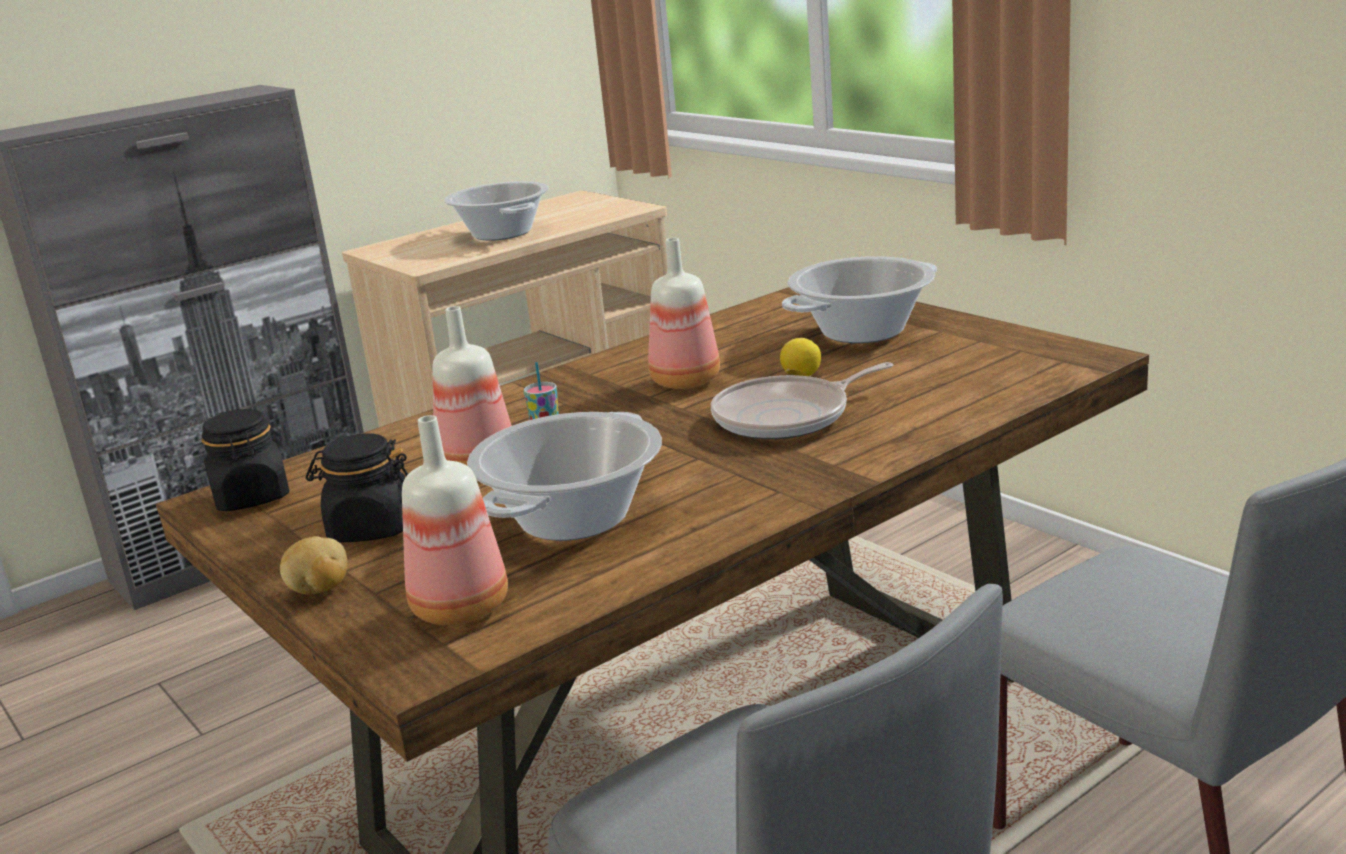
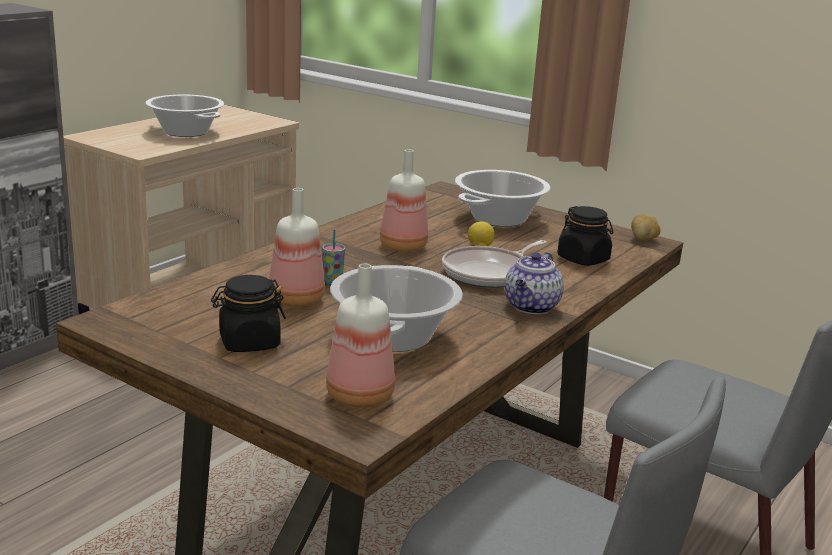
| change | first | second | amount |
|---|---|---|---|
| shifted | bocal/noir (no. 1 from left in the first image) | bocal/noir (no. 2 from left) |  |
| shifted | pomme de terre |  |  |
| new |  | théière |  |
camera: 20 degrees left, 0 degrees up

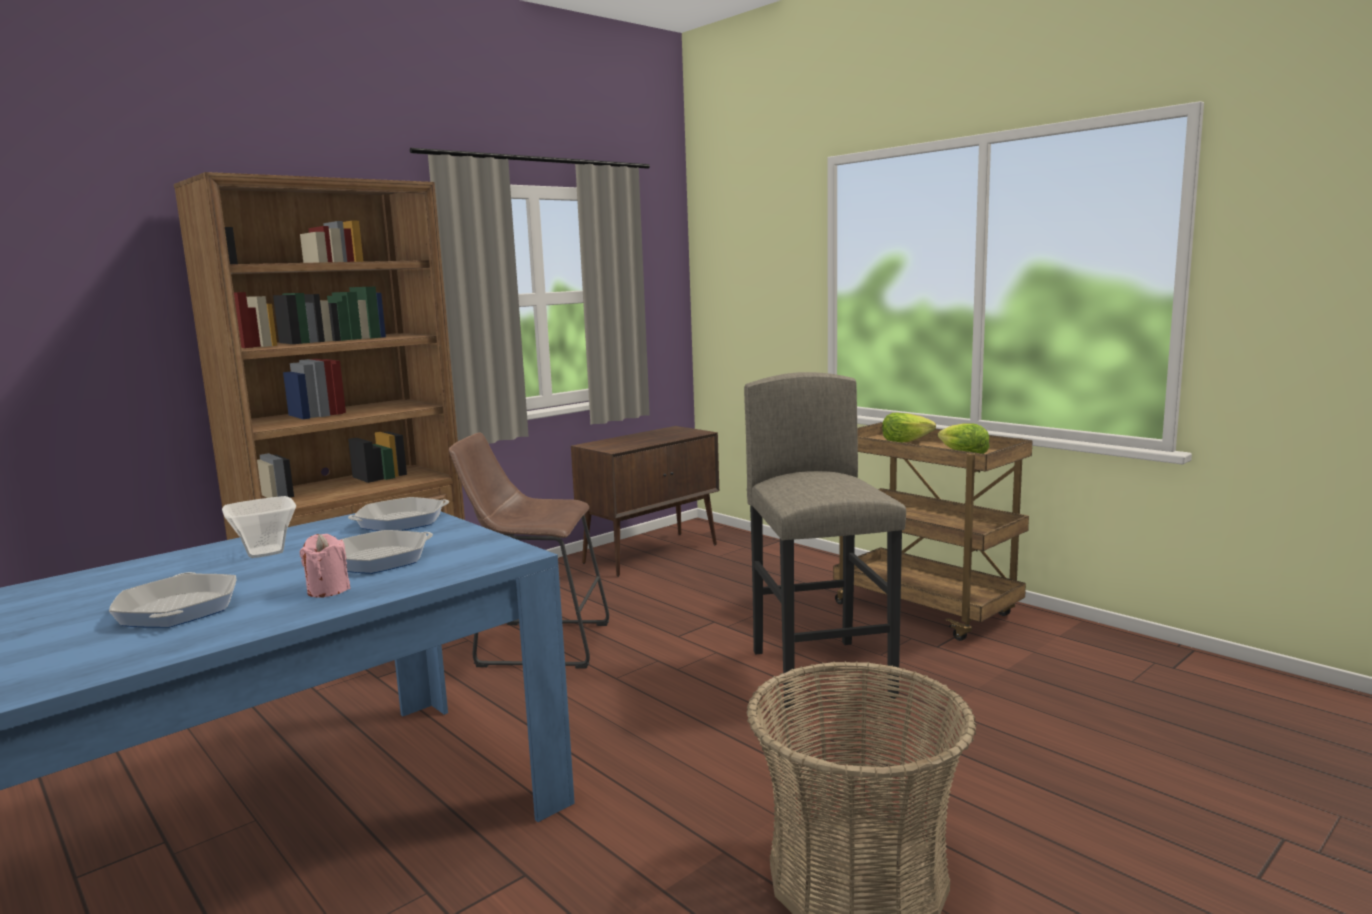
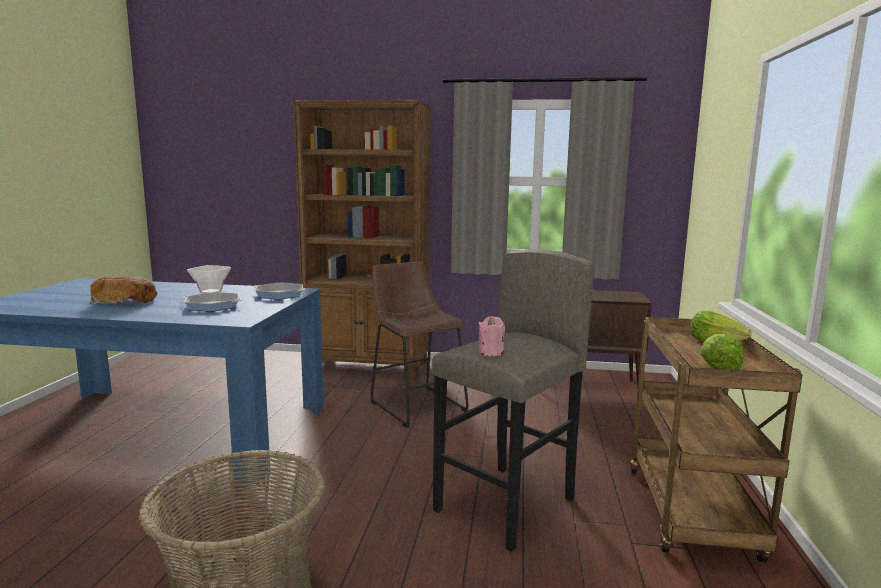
| change | first | second | amount |
|---|---|---|---|
| shifted | bougie/rose |  |  |
| swapped | poêle (no. 1 from left) | pain |  |
camera: 50 degrees right, 0 degrees up

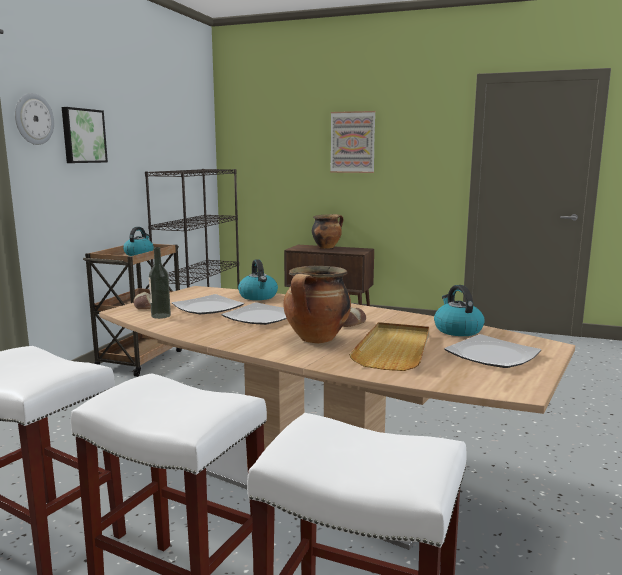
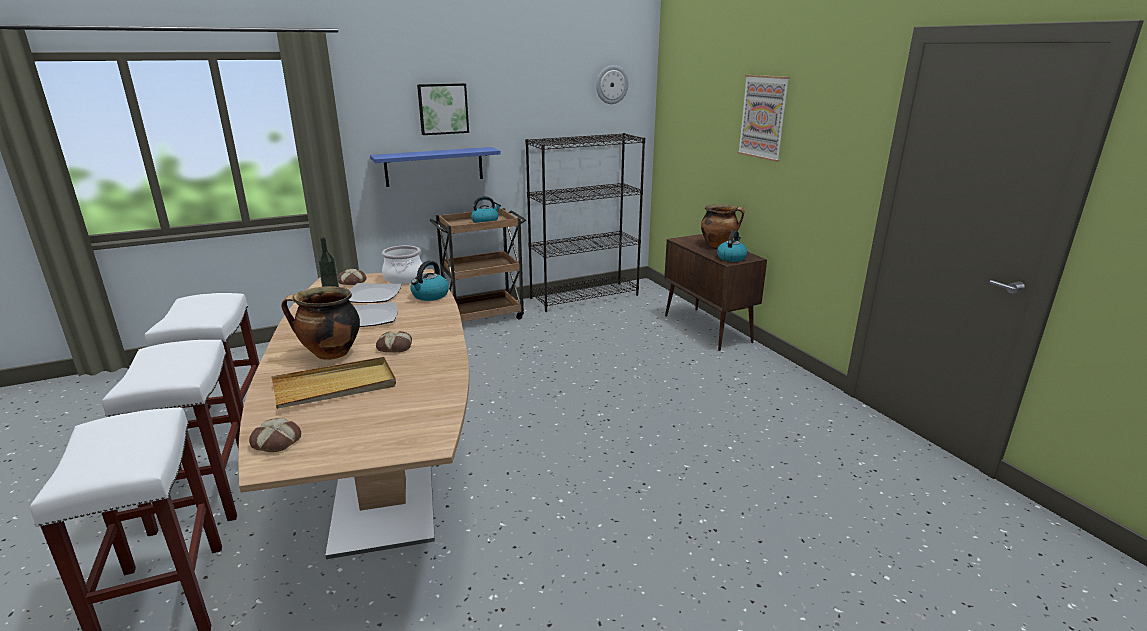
| change | first | second | amount |
|---|---|---|---|
| shifted | horloge murale |  |  |
| shifted | bouilloire (no. 3 from left) |  |  |
| gone | assiette (no. 3 from left) |  |  |
| new |  | étagère/bleu |  |
| new |  | marmite (no. 2 from left) |  |
| new |  | pain (no. 1 from left) |  |
camera: 45 degrees right, 10 degrees up

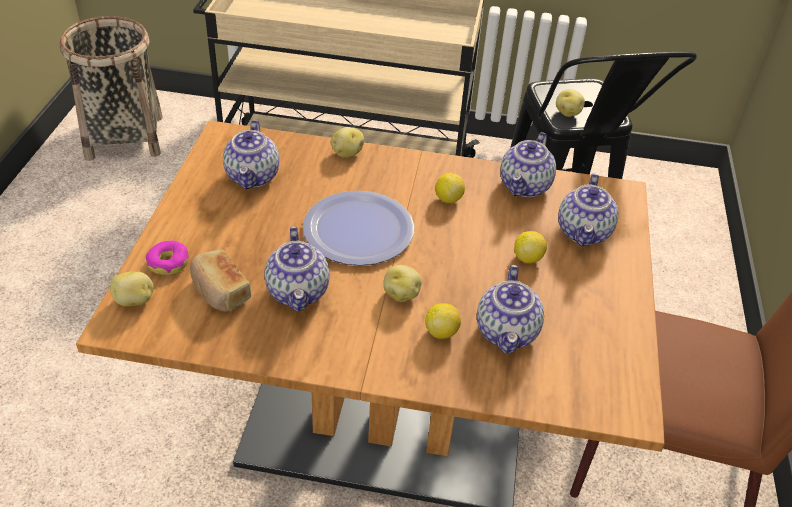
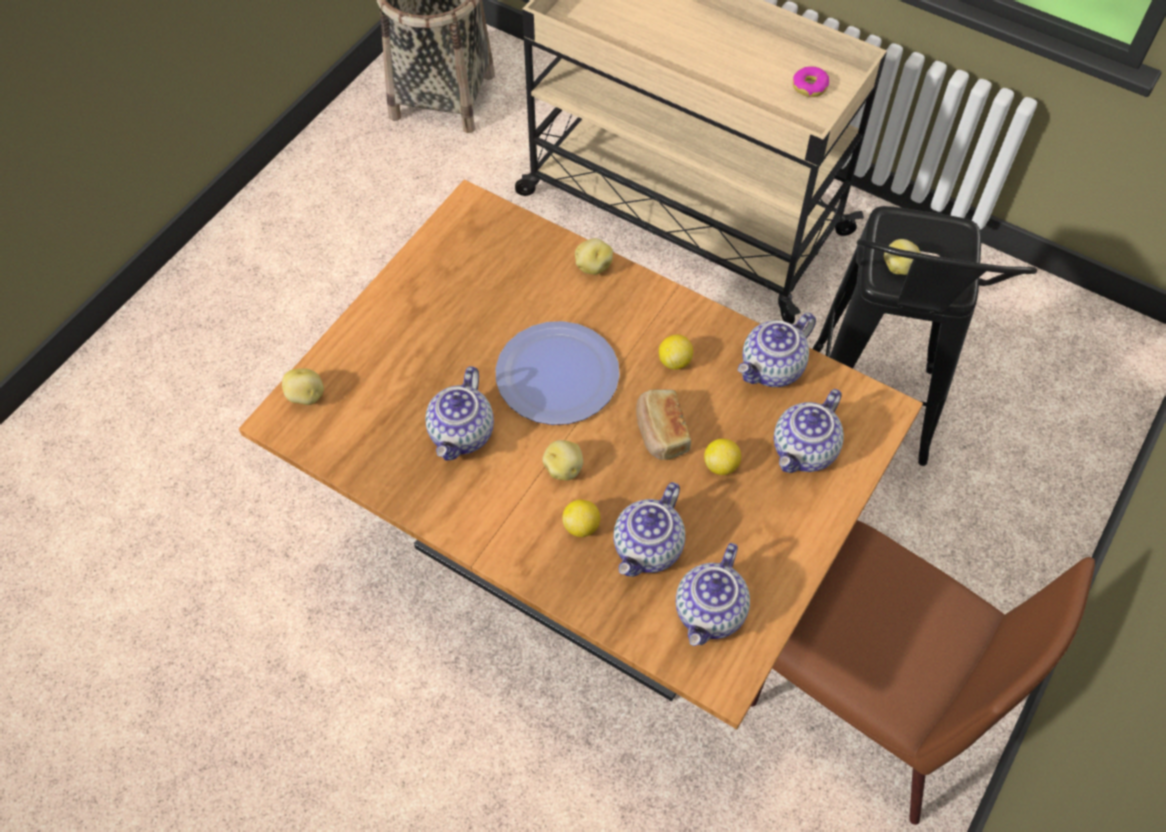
| change | first | second | amount |
|---|---|---|---|
| shifted | théière (no. 1 from left in the first image) | théière (no. 3 from left) |  |
| shifted | beignet |  |  |
| shifted | pain |  |  |
camera: 25 degrees right, 15 degrees up

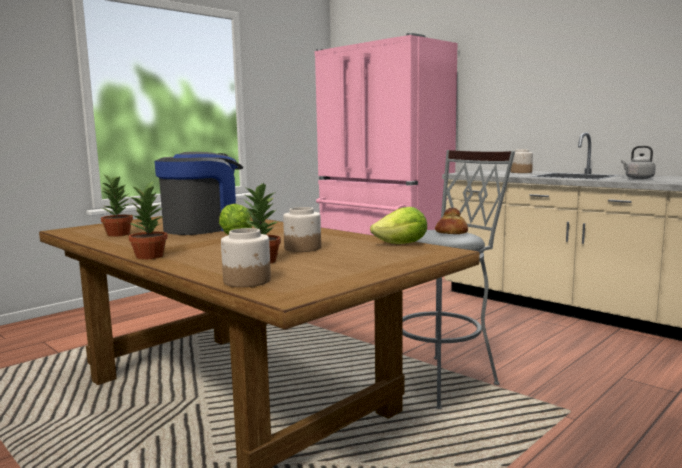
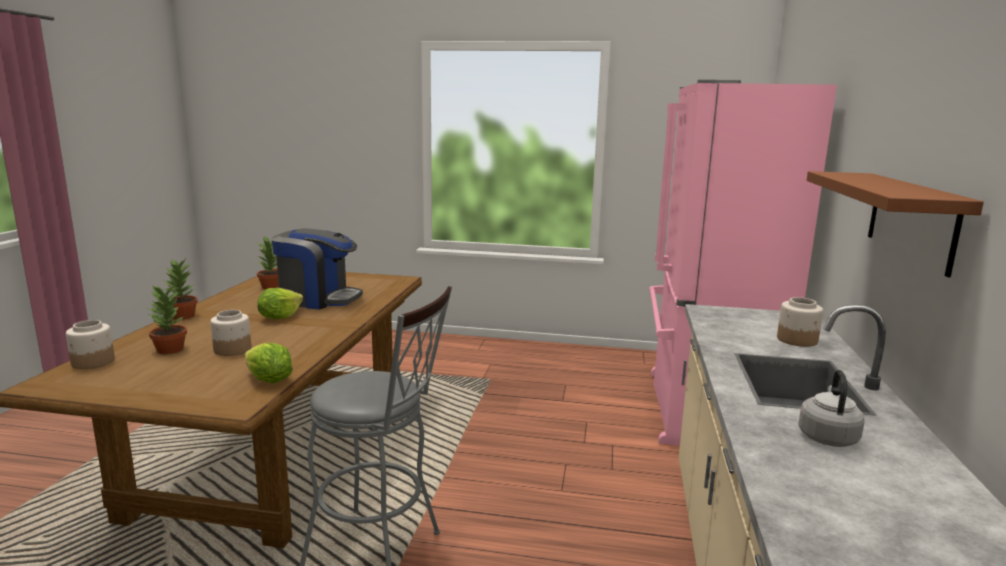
| change | first | second | amount |
|---|---|---|---|
| gone | pain |  |  |
| new |  | étagère/marron |  |
camera: 55 degrees right, 5 degrees up

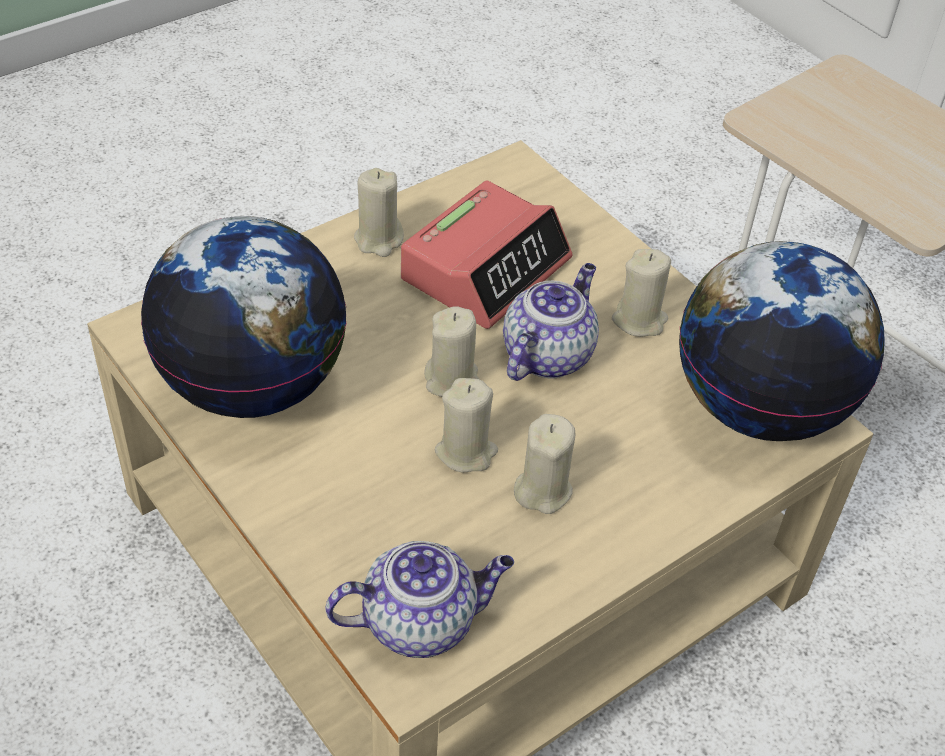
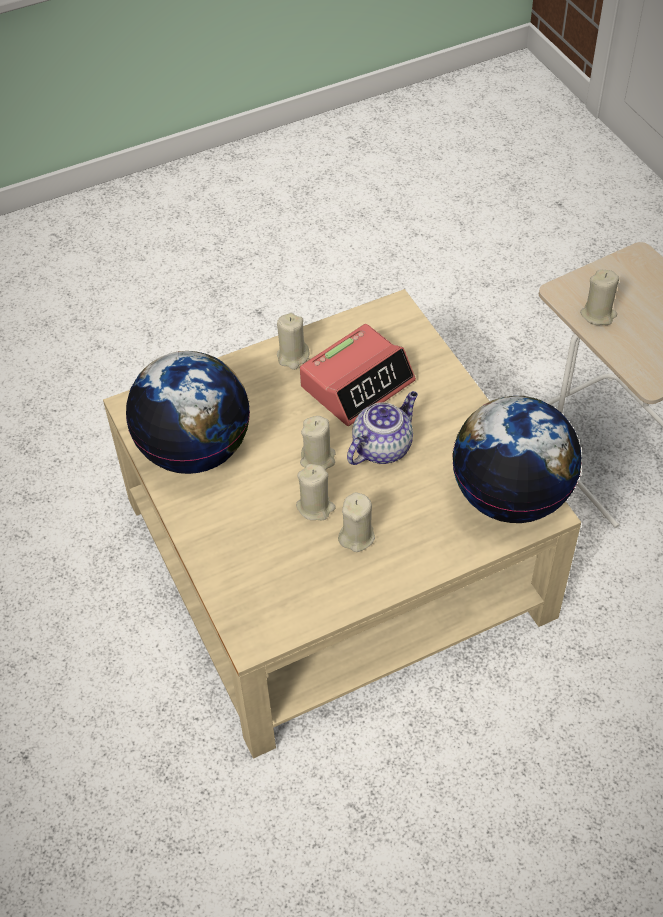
| change | first | second | amount |
|---|---|---|---|
| shifted | bougie/beige (no. 5 from left) |  |  |
| gone | théière (no. 1 from left) |  |  |
camera: 15 degrees right, 5 degrees up

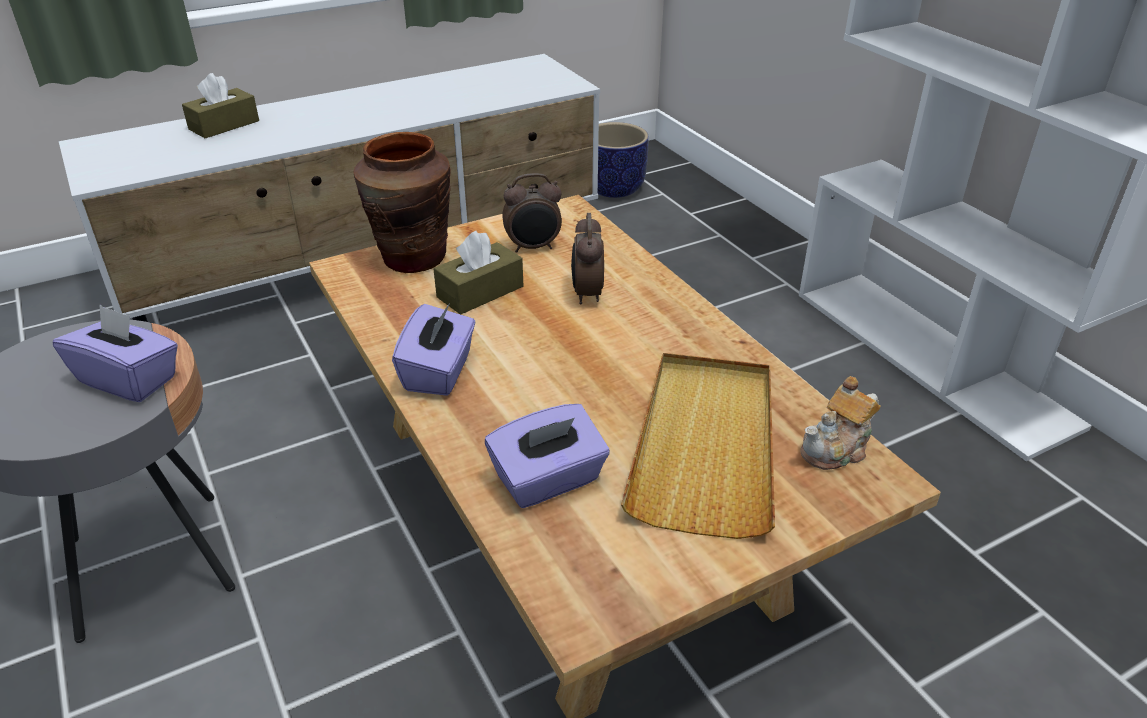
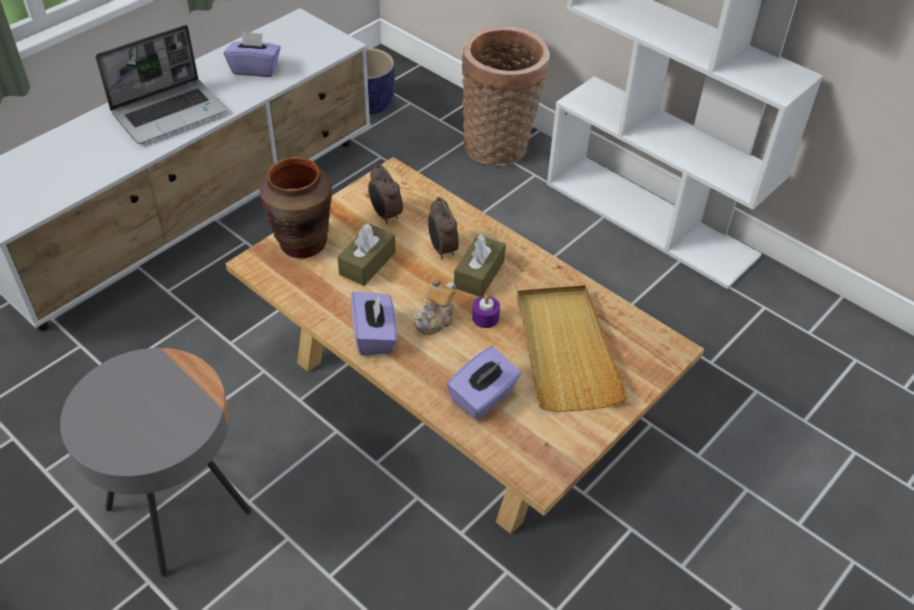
| change | first | second | amount |
|---|---|---|---|
| shifted | boîte à mouchoirs/marron (no. 1 from left in the first image) | boîte à mouchoirs/marron (no. 2 from left) |  |
| rotated | réveil (no. 1 from left) |  | 90 degrees clockwise |
| shifted | boîte à mouchoirs/violet (no. 1 from left) |  |  |
| shifted | théière |  |  |
| new |  | ordinateur portable |  |
| new |  | panier |  |
| new |  | bougie/violet |  |
camera: 20 degrees left, 10 degrees up

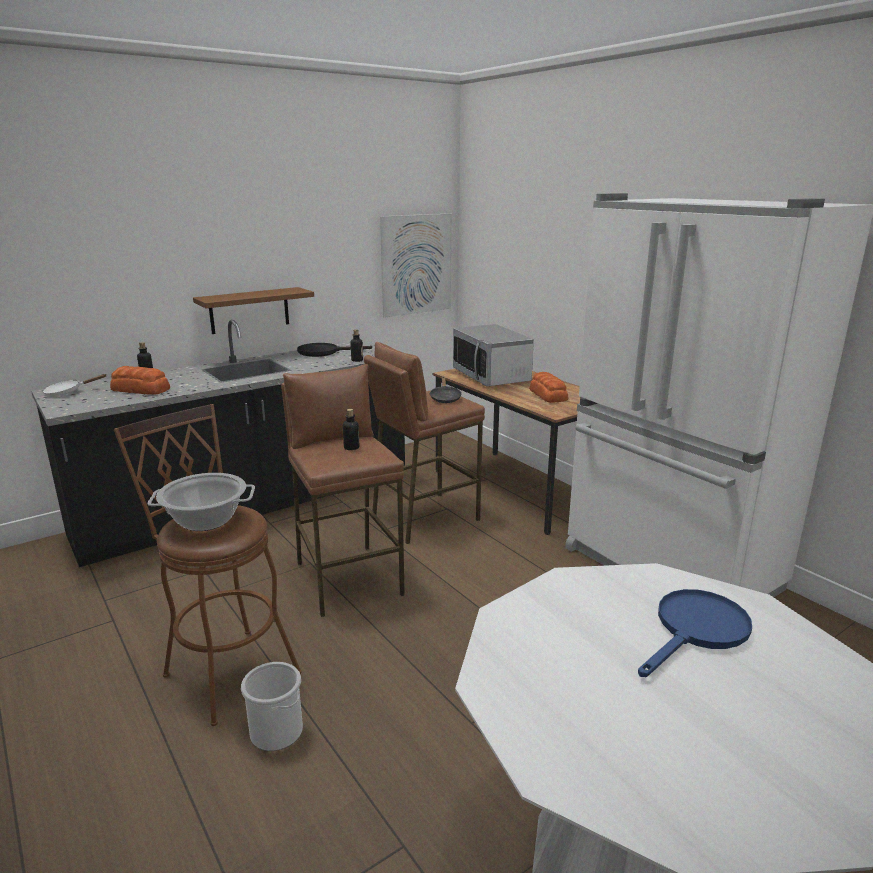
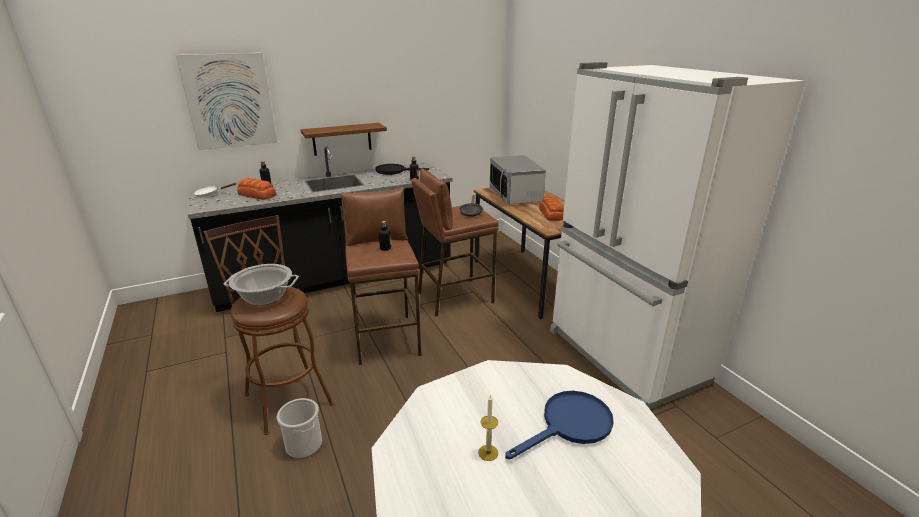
| change | first | second | amount |
|---|---|---|---|
| shifted | tableau |  |  |
| new |  | bougie |  |
camera: 10 degrees right, 5 degrees up

